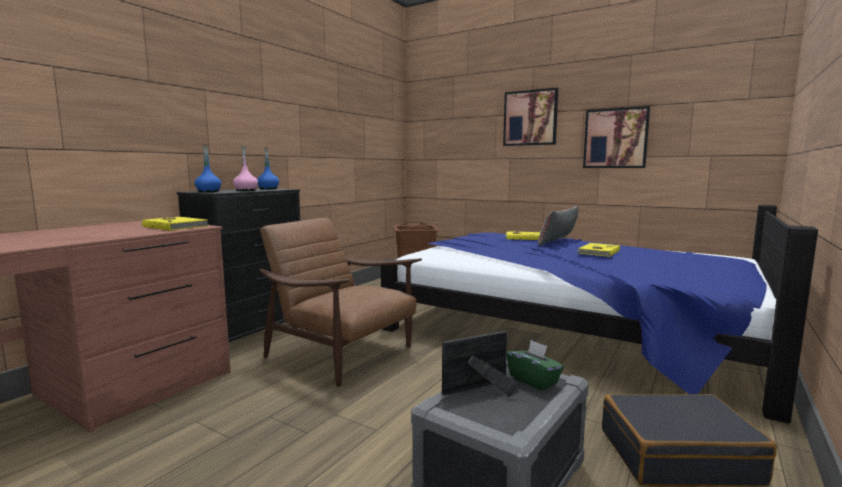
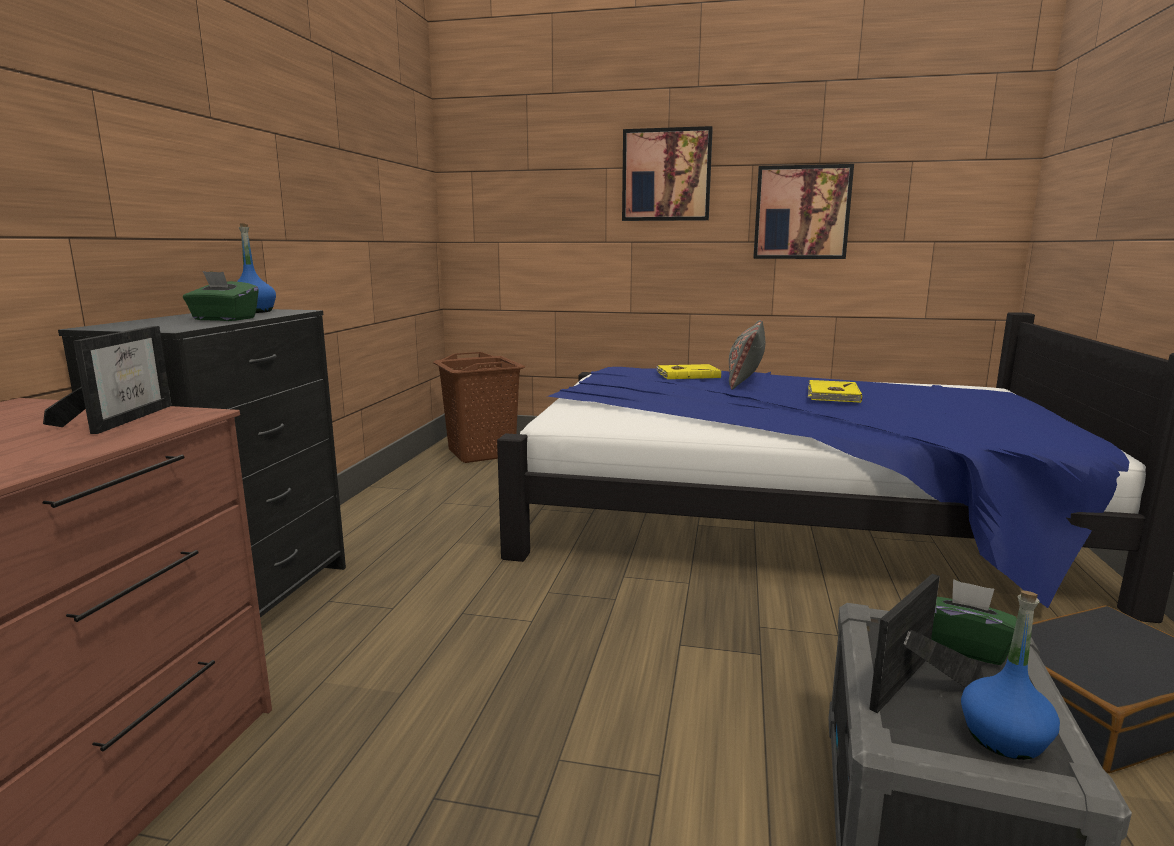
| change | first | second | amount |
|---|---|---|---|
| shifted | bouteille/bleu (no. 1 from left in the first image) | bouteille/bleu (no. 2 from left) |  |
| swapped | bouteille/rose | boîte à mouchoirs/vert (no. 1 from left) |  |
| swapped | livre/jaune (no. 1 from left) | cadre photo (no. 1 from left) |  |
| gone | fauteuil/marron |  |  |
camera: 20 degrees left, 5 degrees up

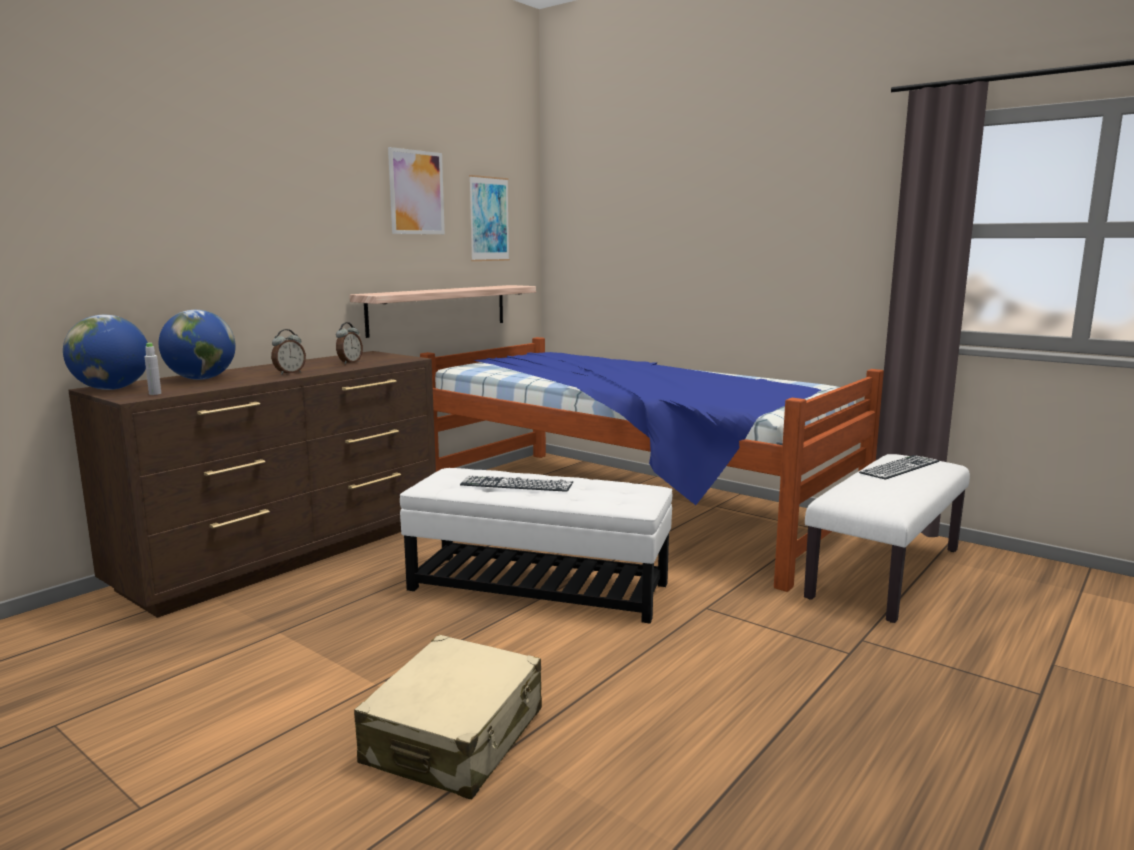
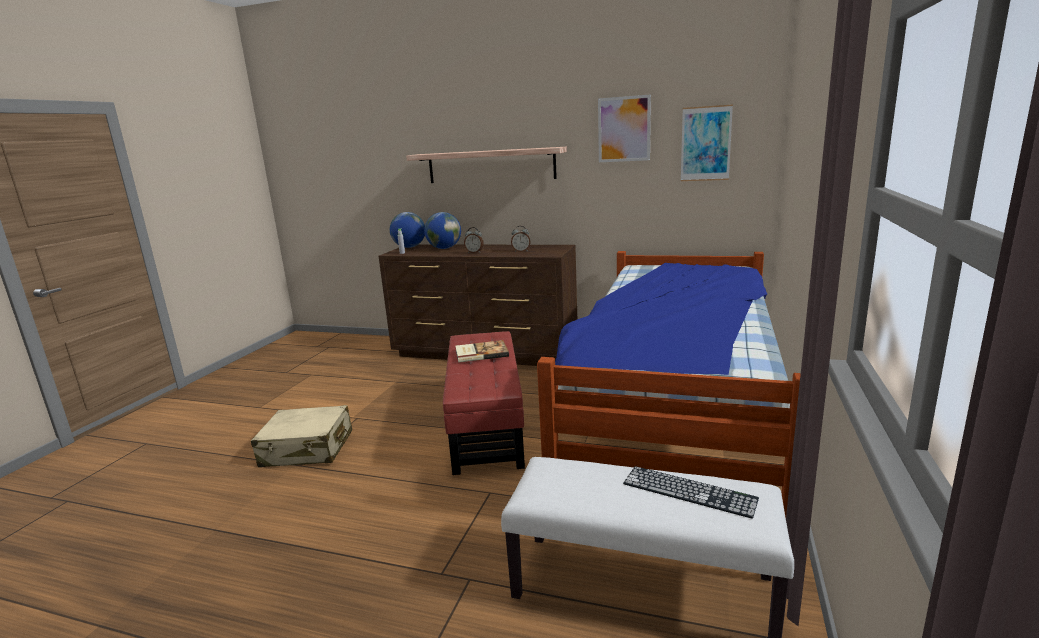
| change | first | second | amount |
|---|---|---|---|
| shifted | étagère |  |  |
| repainted | pouf/blanc | pouf/rouge |  |
| swapped | clavier (no. 1 from left) | livre |  |
camera: 70 degrees right, 5 degrees up

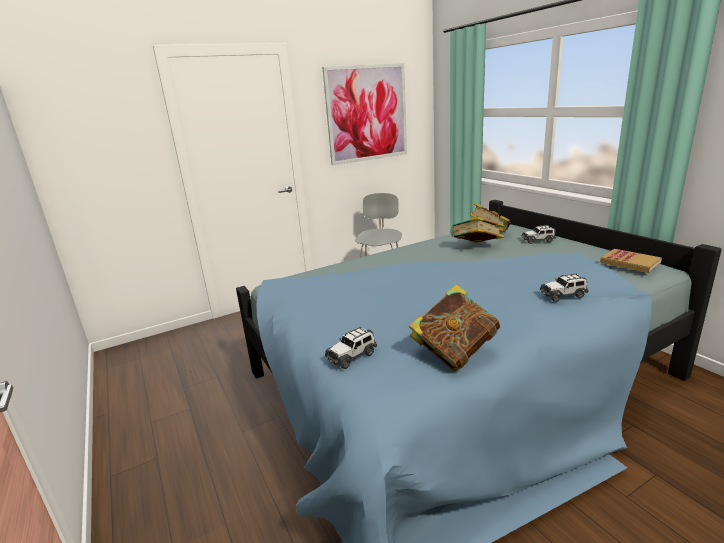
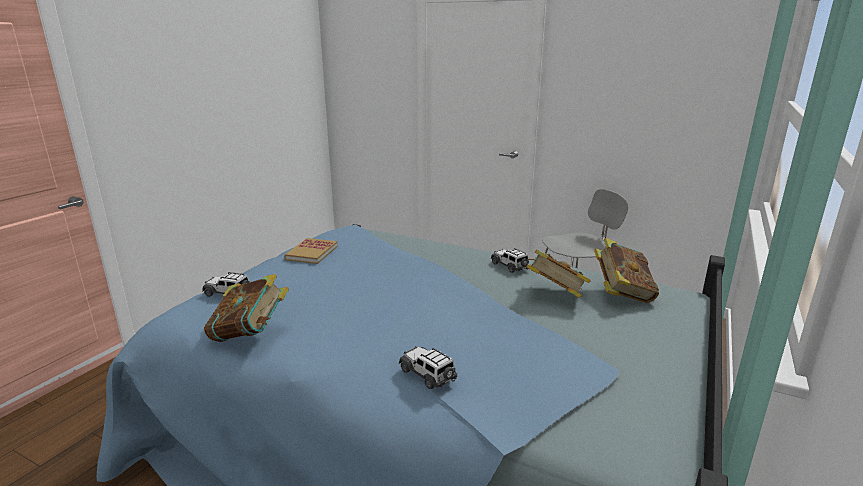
| change | first | second | amount |
|---|---|---|---|
| gone | tableau |  |  |
| shifted | petite voiture (no. 2 from left in the first image) | petite voiture (no. 3 from left) |  |
| shifted | livre (no. 4 from left in the first image) | livre (no. 2 from left) |  |
camera: 55 degrees right, 0 degrees up

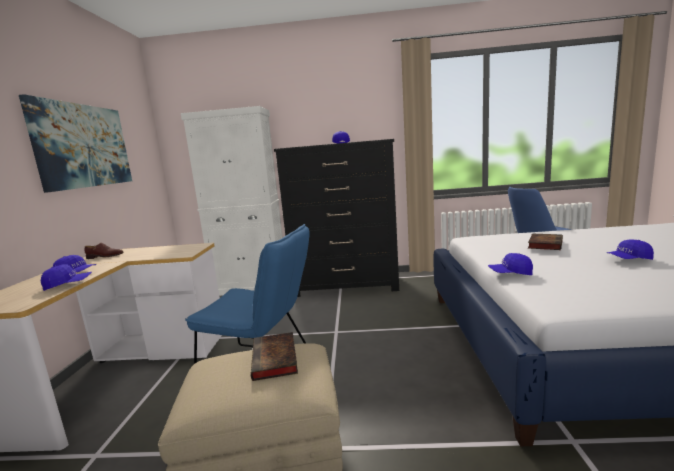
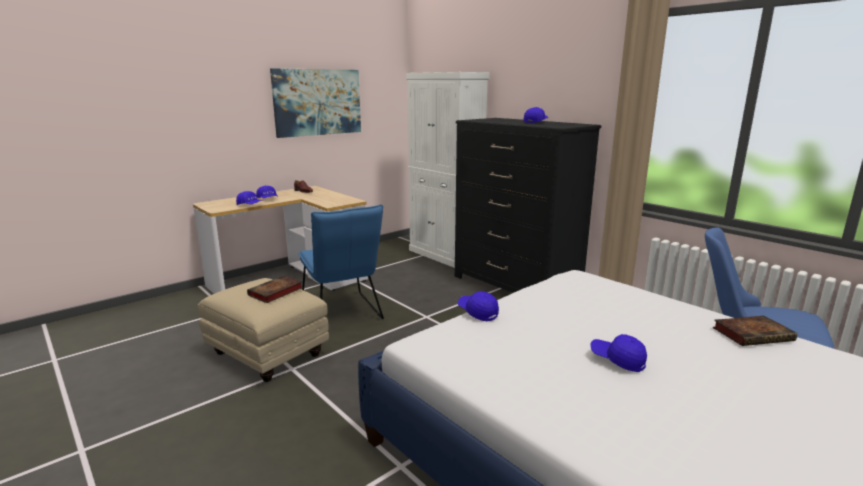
| change | first | second | amount |
|---|---|---|---|
| shifted | livre (no. 2 from left) |  |  |
camera: 45 degrees right, 5 degrees up

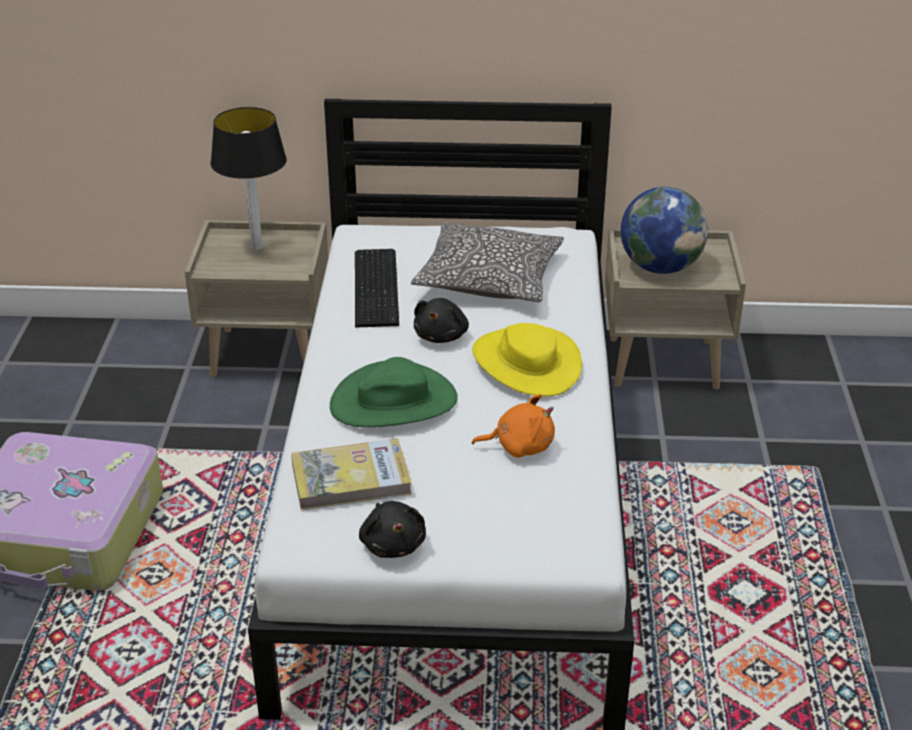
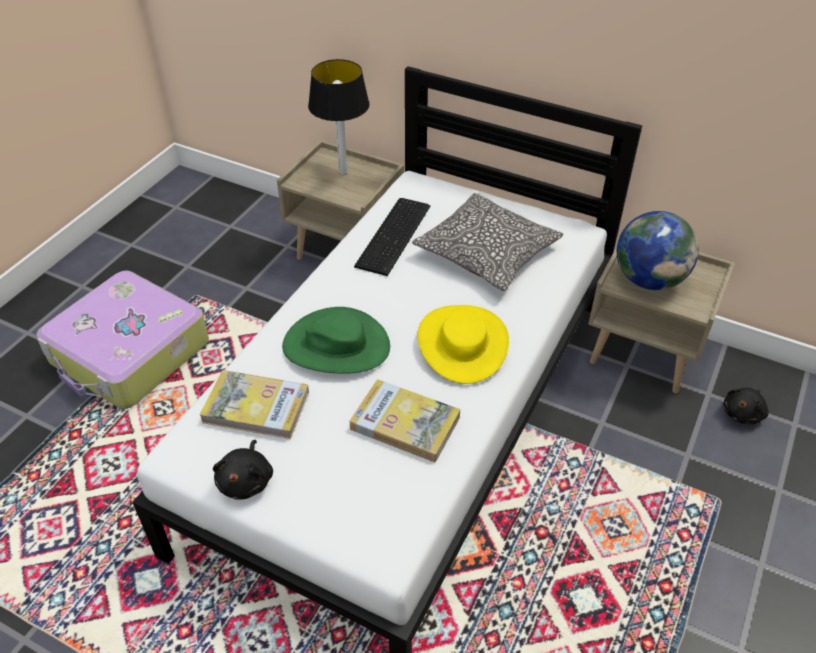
| change | first | second | amount |
|---|---|---|---|
| shifted | peluche/noir (no. 2 from left) |  |  |
| swapped | peluche/orange | livre (no. 2 from left) |  |
camera: 25 degrees right, 10 degrees up

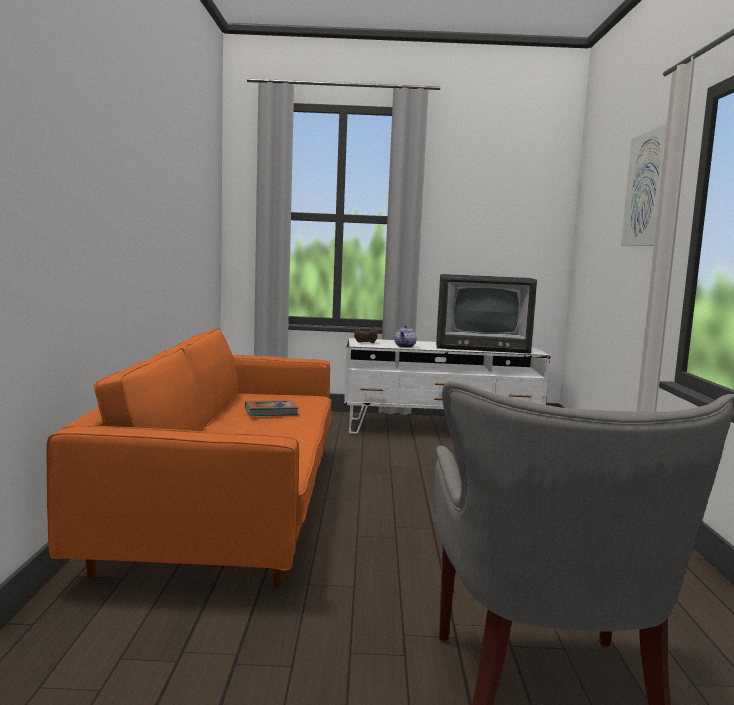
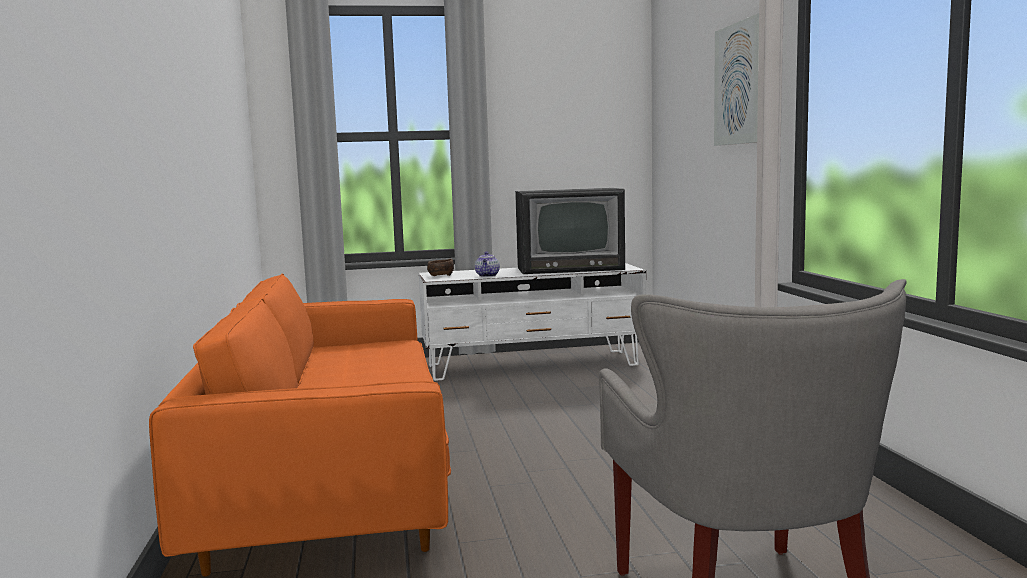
| change | first | second | amount |
|---|---|---|---|
| gone | livre |  |  |
camera: 10 degrees left, 0 degrees up

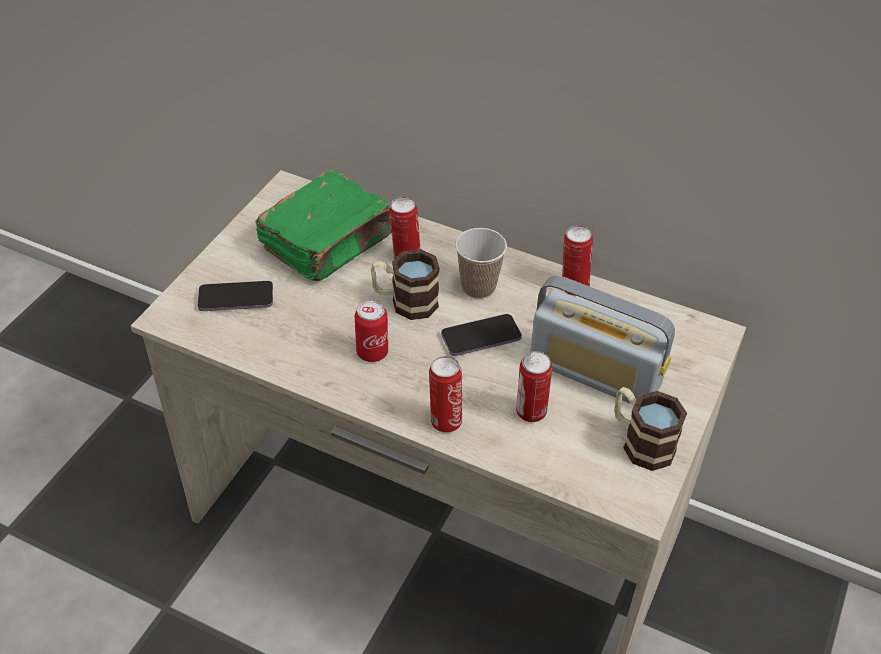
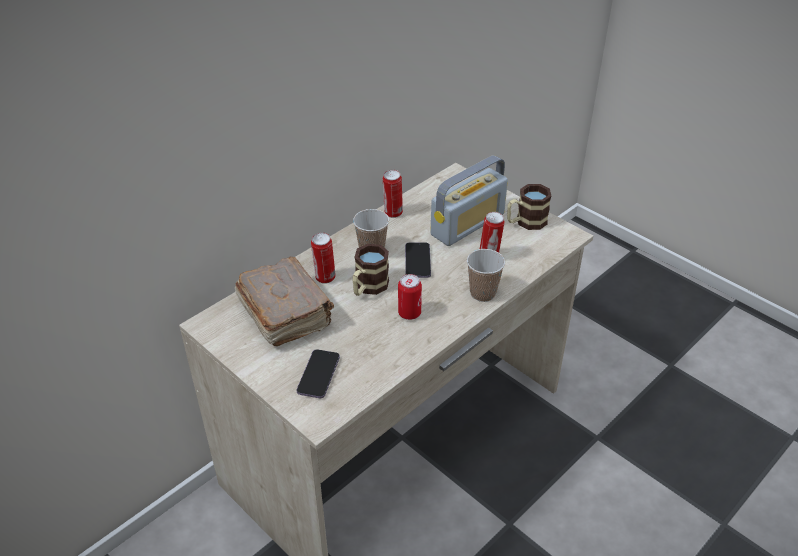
| change | first | second | amount |
|---|---|---|---|
| repainted | livre/vert | livre/marron |  |
| swapped | boîte métallique (no. 3 from left) | tasse (no. 2 from left) |  |
camera: 70 degrees left, 5 degrees down

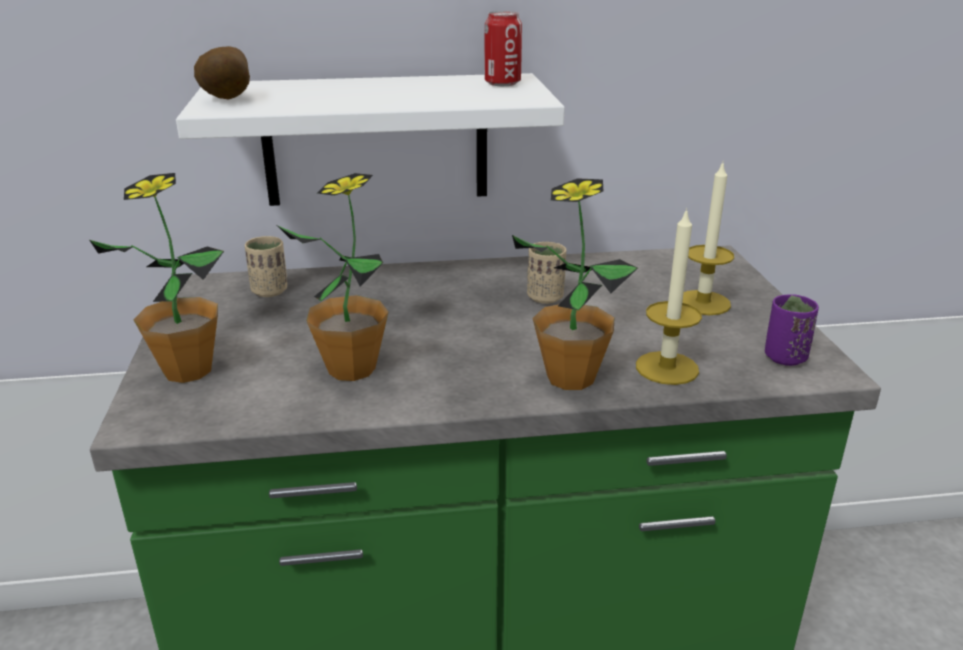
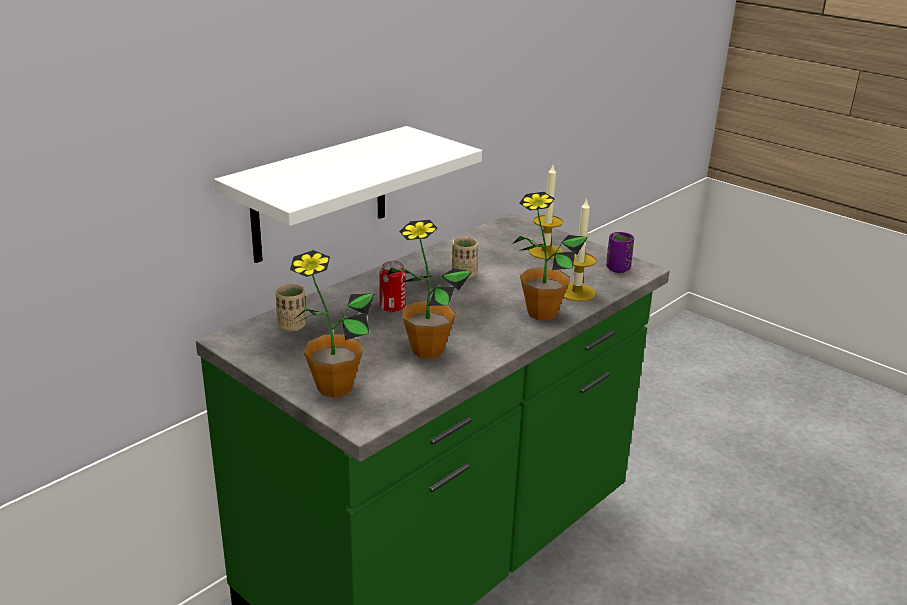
| change | first | second | amount |
|---|---|---|---|
| shifted | boîte métallique |  |  |
| gone | pomme de terre |  |  |
camera: 40 degrees left, 0 degrees up

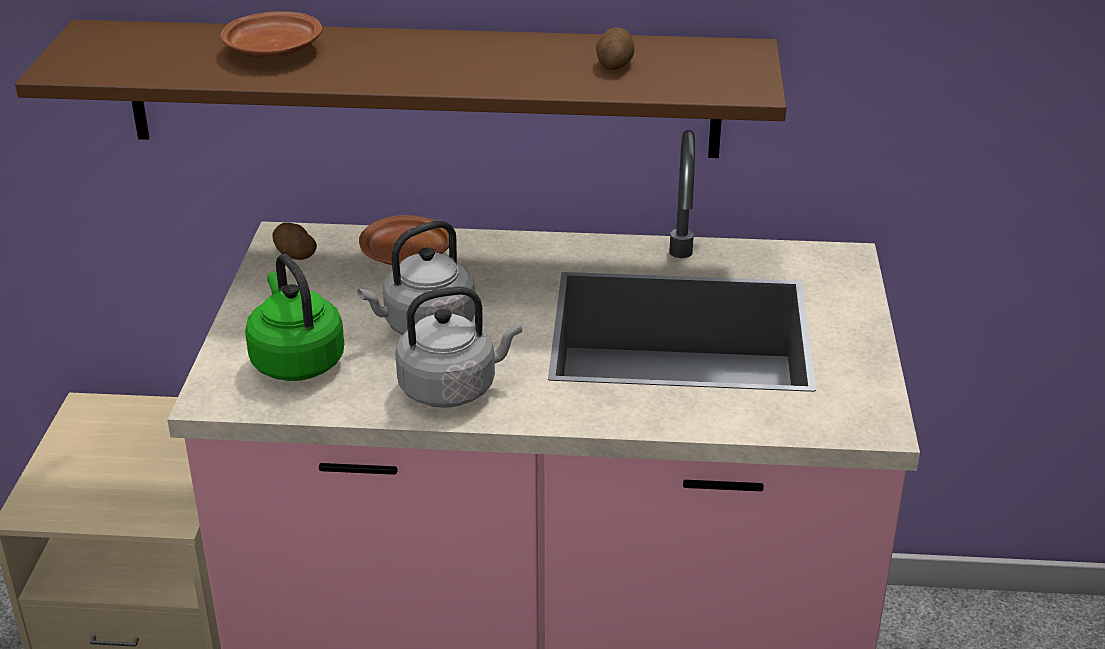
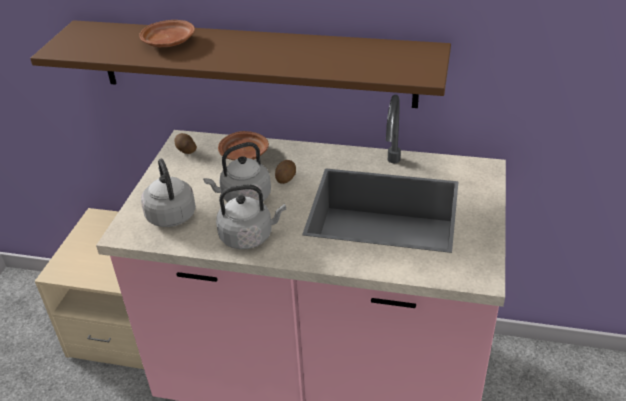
| change | first | second | amount |
|---|---|---|---|
| shifted | pomme de terre (no. 2 from left) |  |  |
| repainted | bouilloire/vert | bouilloire/gris (no. 1 from left) |  |
camera: 10 degrees right, 5 degrees up

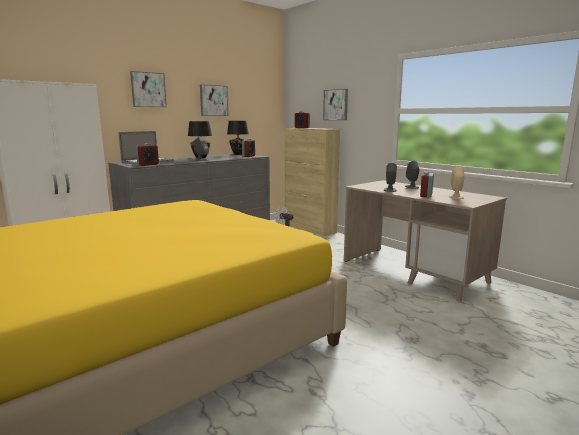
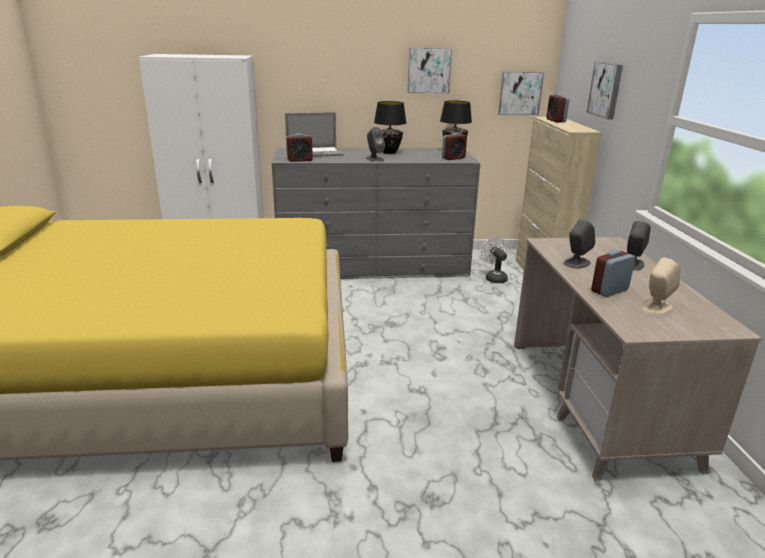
| change | first | second | amount |
|---|---|---|---|
| shifted | tableau (no. 1 from left in the first image) | tableau (no. 2 from left) |  |
camera: 35 degrees right, 10 degrees up

